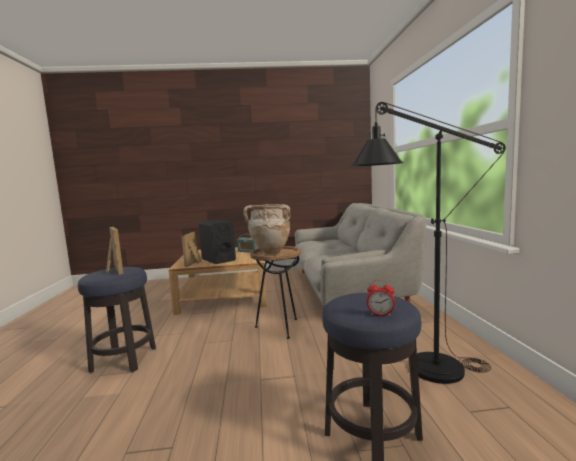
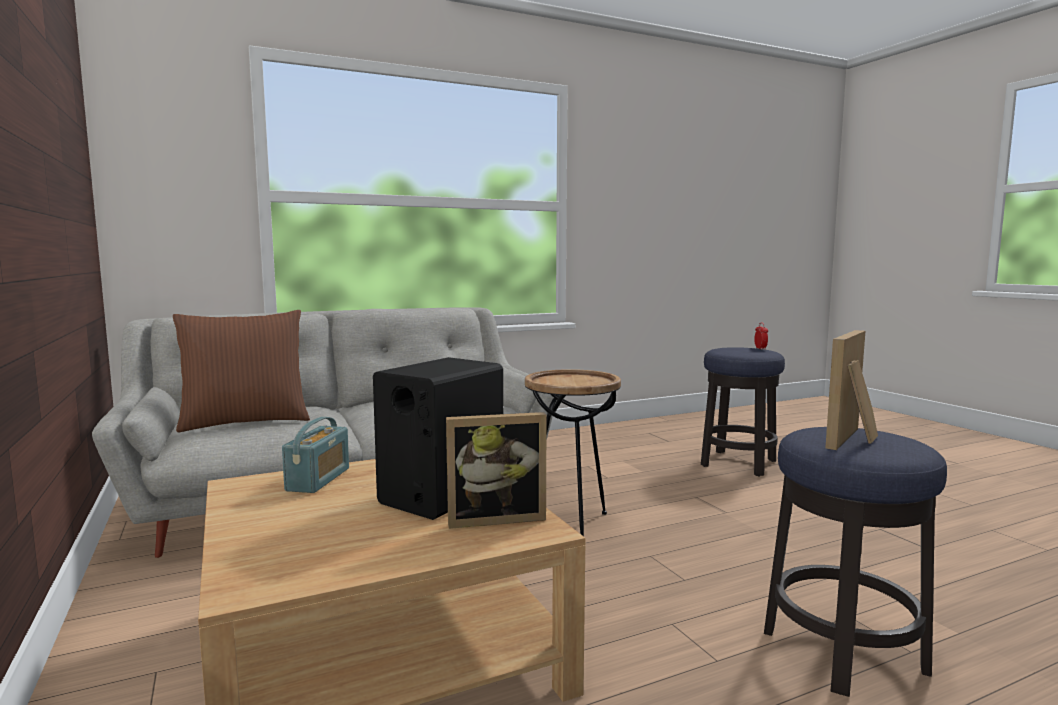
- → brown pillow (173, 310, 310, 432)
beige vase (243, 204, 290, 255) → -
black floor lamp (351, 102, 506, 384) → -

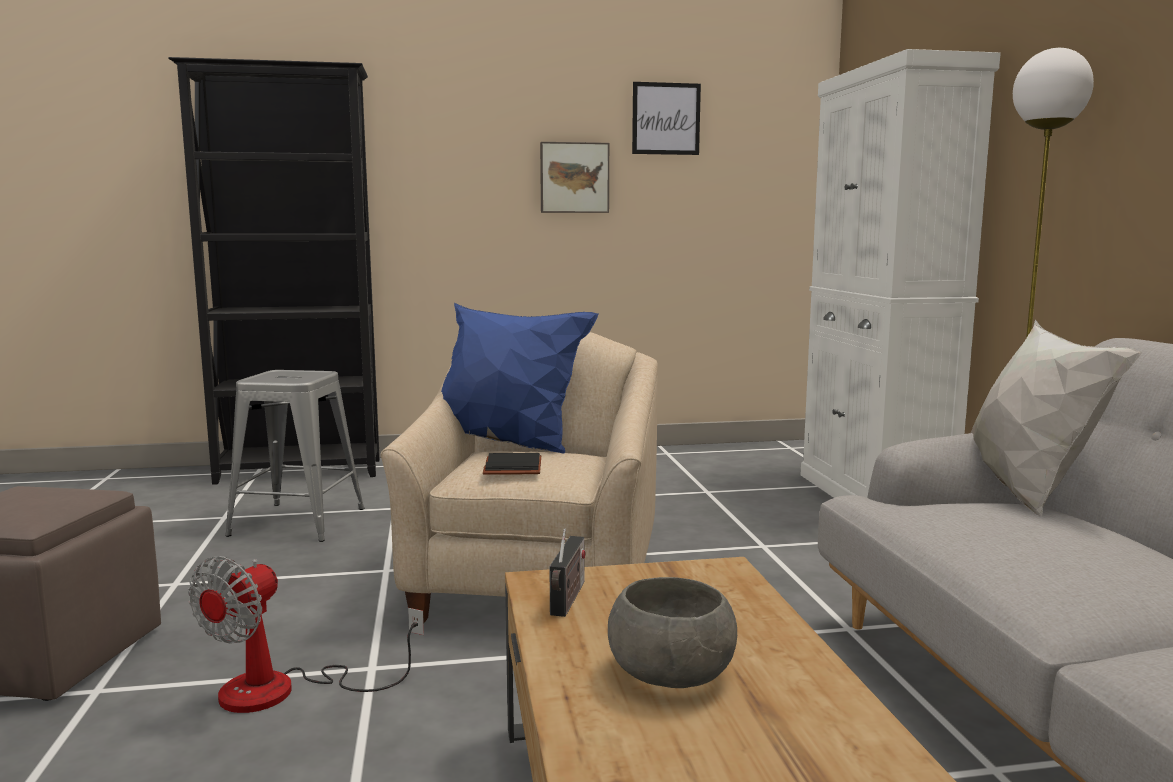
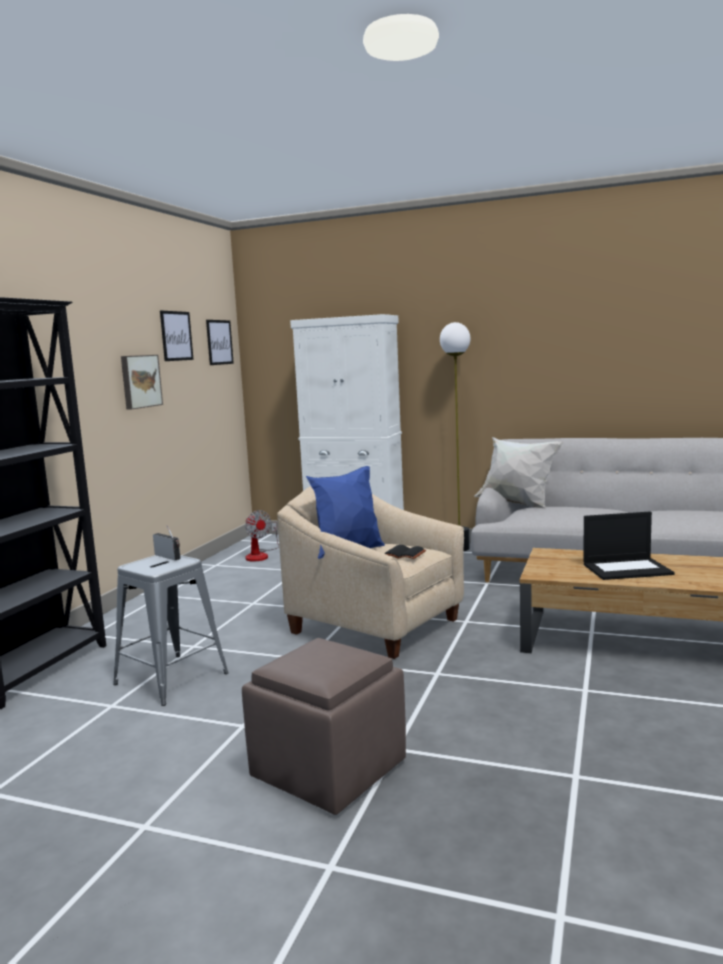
radio (549, 528, 585, 617) → radio (153, 525, 181, 560), shifted
- → picture (206, 320, 234, 365)
fan (188, 556, 424, 713) → fan (245, 510, 279, 562), shifted
grey bowl (608, 577, 737, 688) → laptop (583, 512, 674, 580)

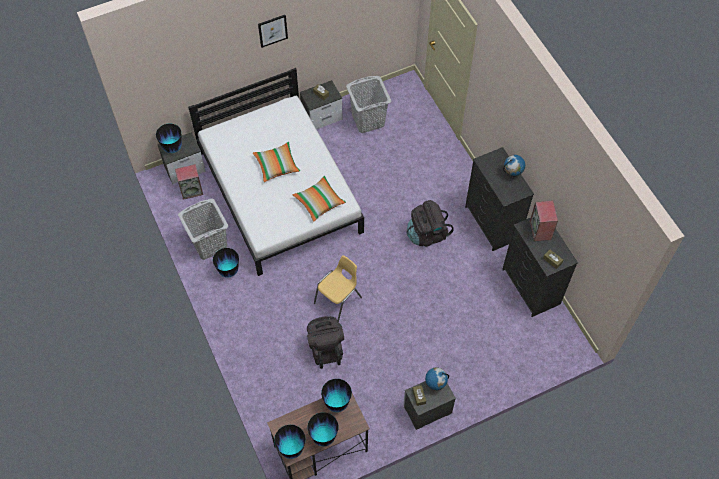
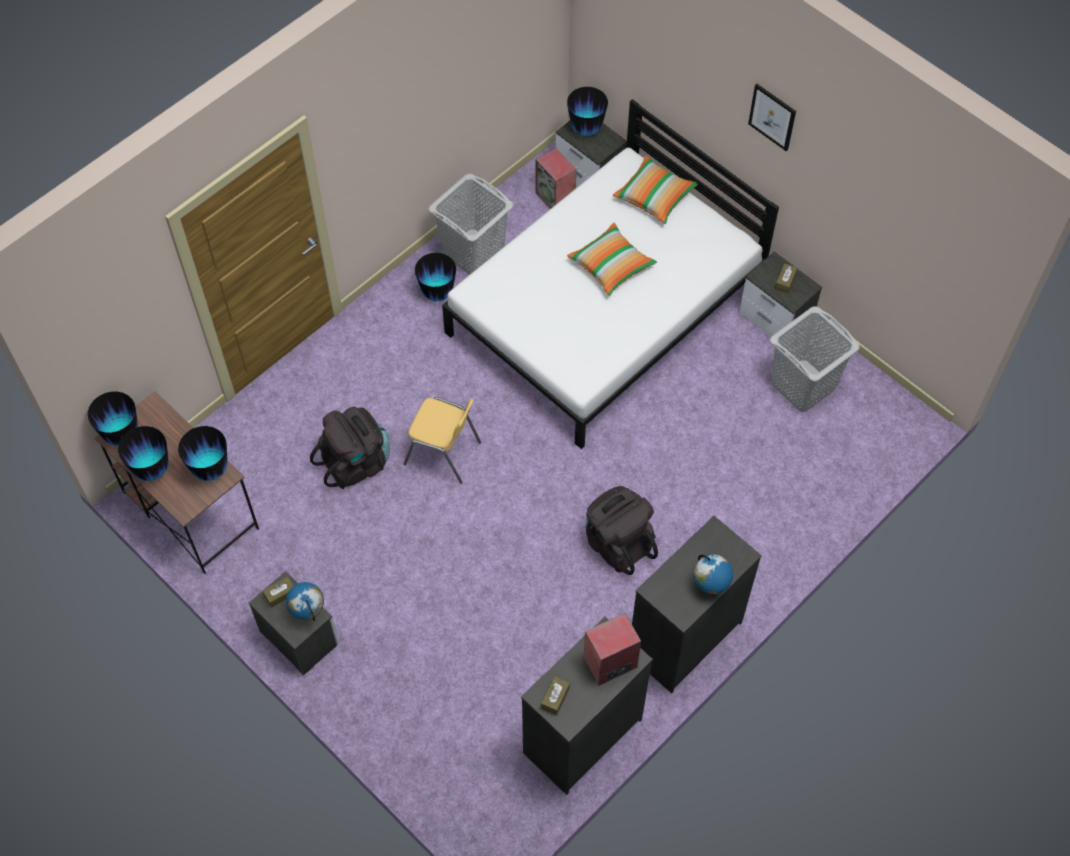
pillow (293, 176, 346, 221) → pillow (613, 156, 698, 224), shifted

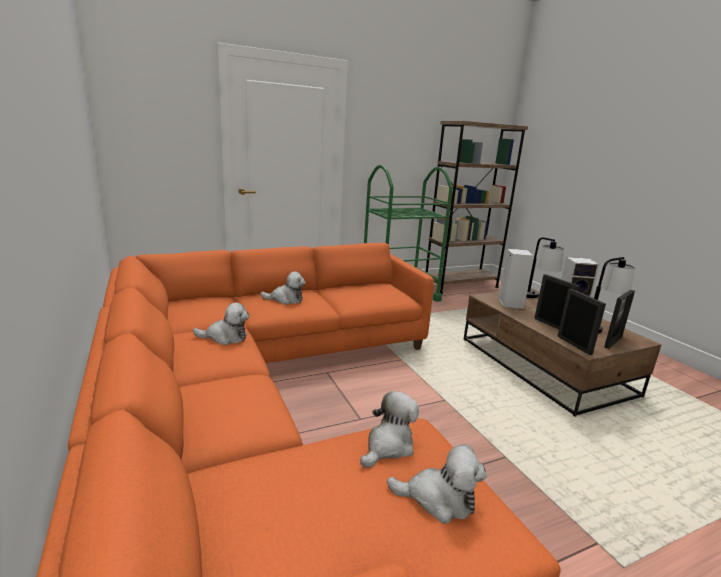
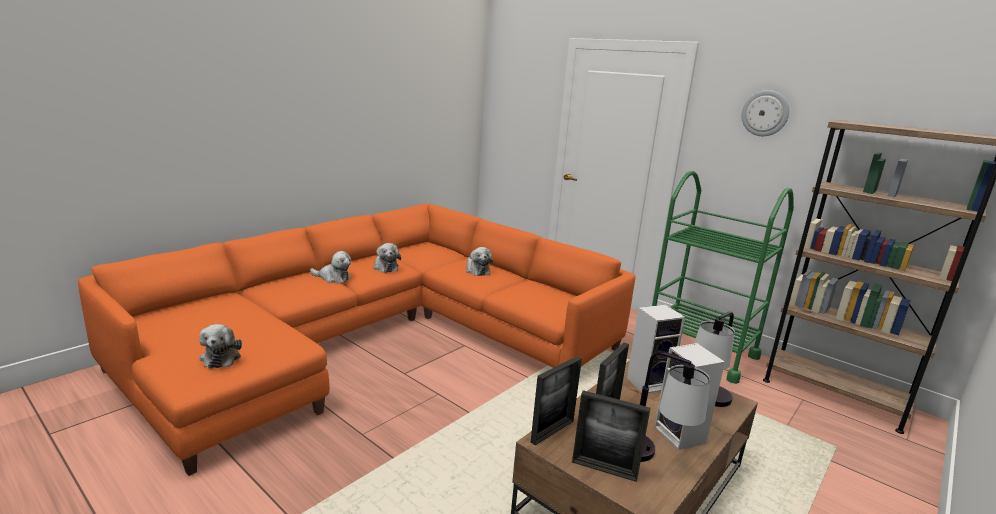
plush toy (360, 391, 419, 468) → plush toy (310, 251, 351, 283), shifted
- → wall clock (741, 90, 789, 136)

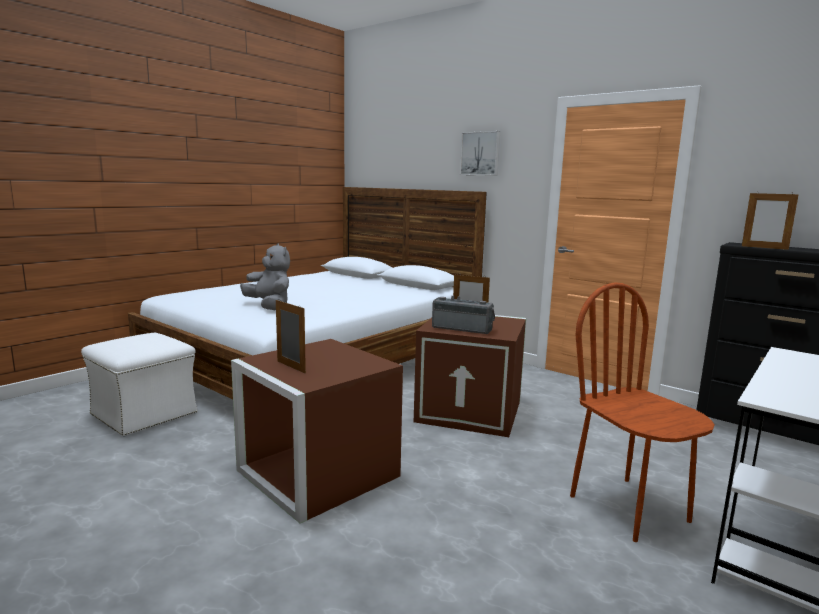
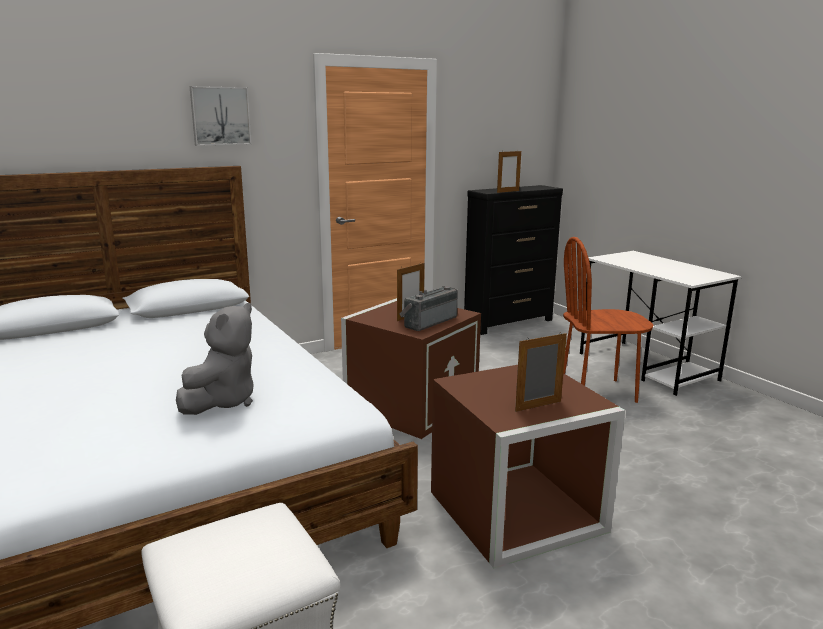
grey plush toy (240, 243, 290, 310) → grey plush toy (176, 303, 254, 415), 135 degrees clockwise

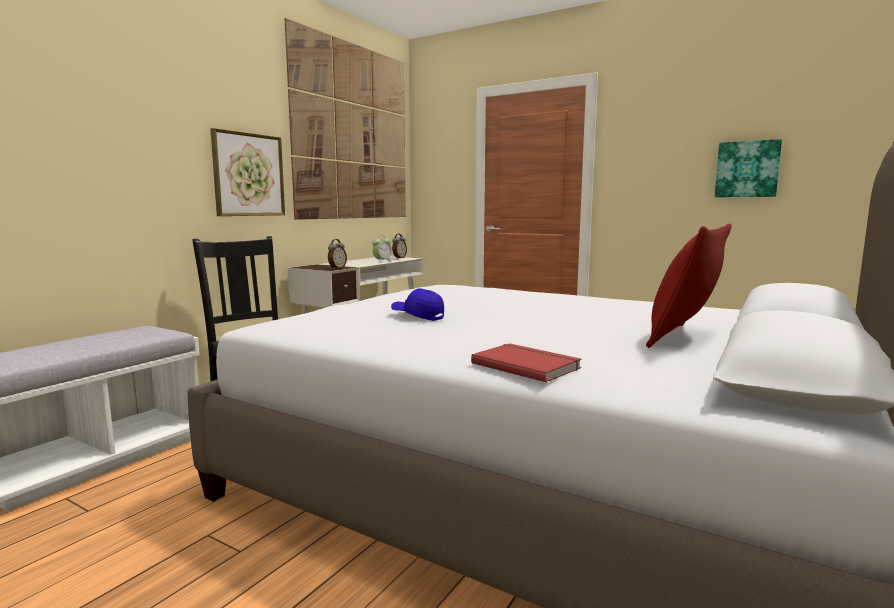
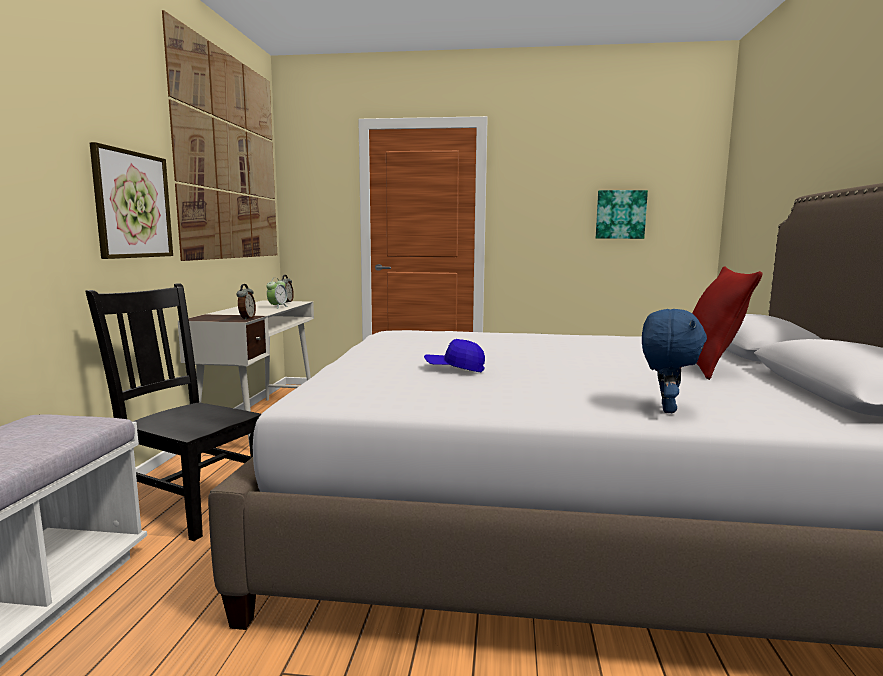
red book (471, 343, 582, 382) → blue plush toy (642, 309, 707, 413)

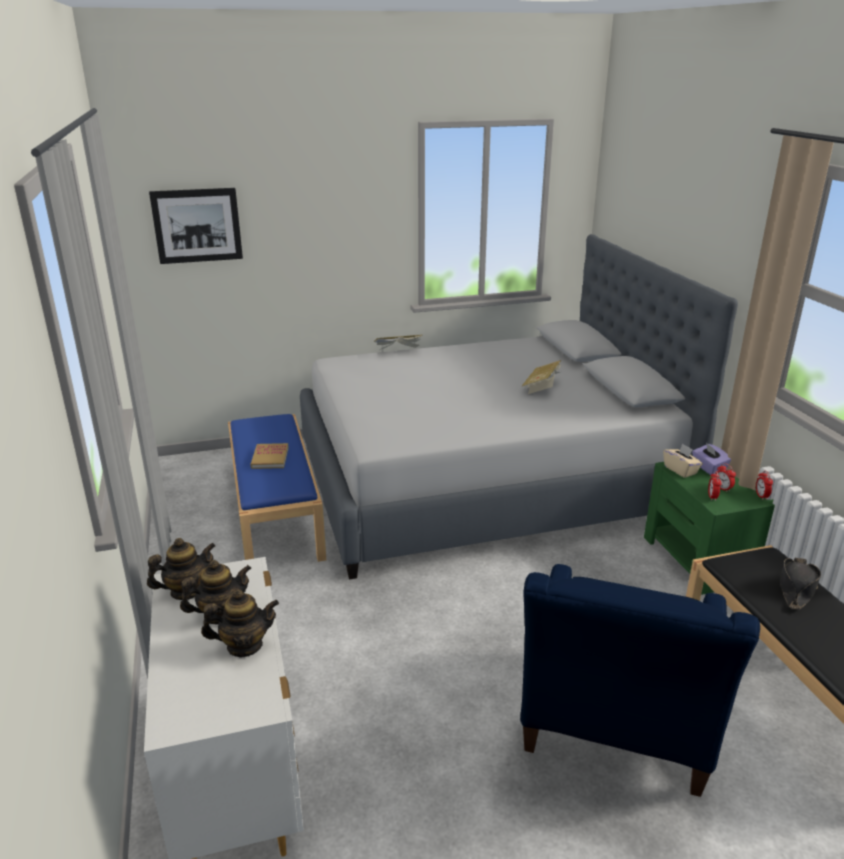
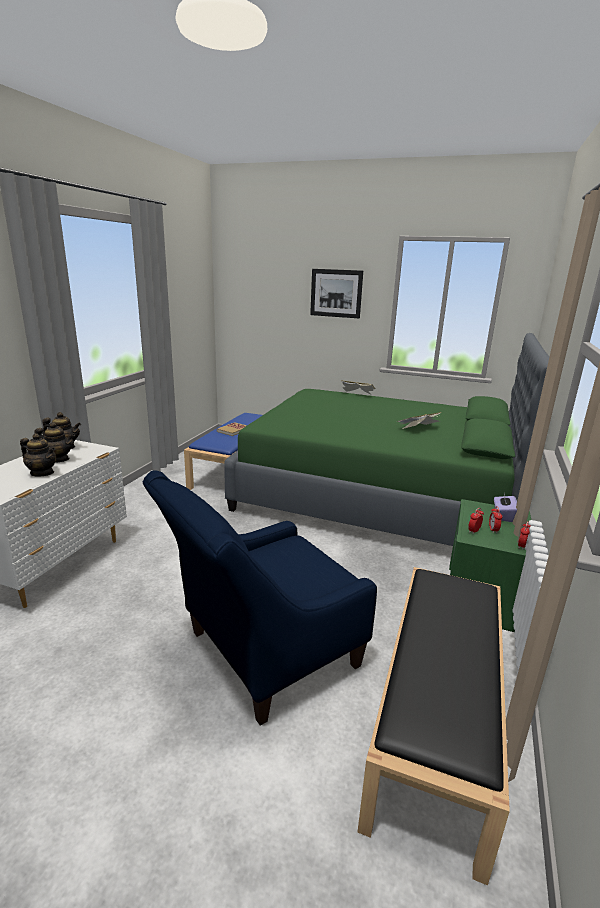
grey bed (300, 234, 738, 580) → green bed (224, 333, 549, 546)
picture (149, 188, 243, 264) → picture (310, 269, 363, 318), shifted
beige tissue box (663, 443, 703, 478) → -
black hat (780, 558, 821, 610) → -

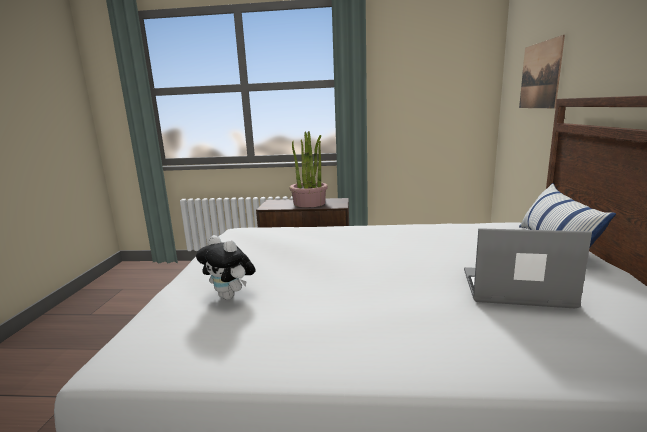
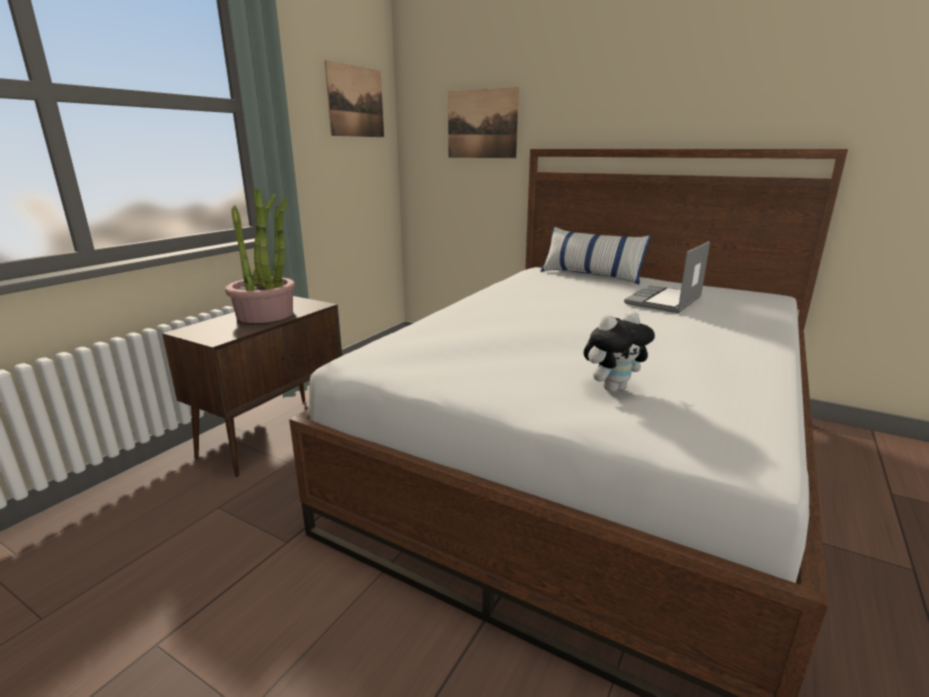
- → picture (325, 60, 384, 137)

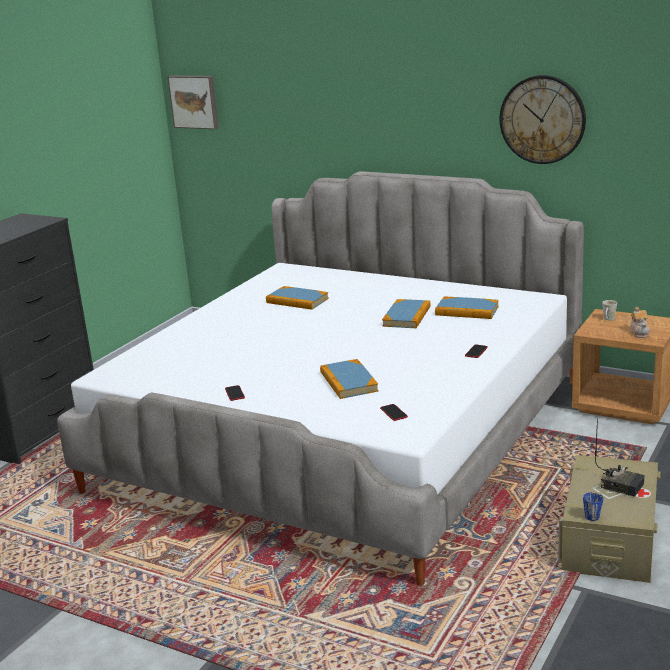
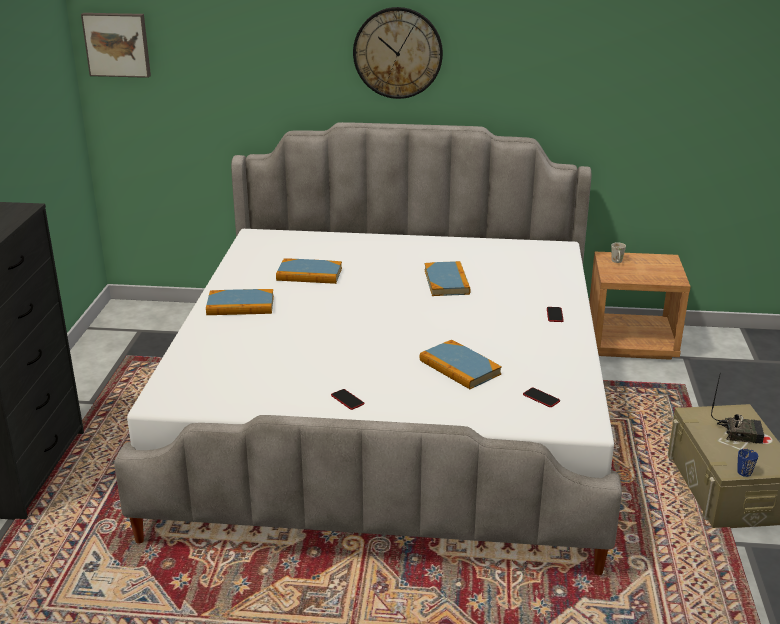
book (435, 296, 499, 319) → book (206, 289, 274, 315), shifted
wall clock (500, 75, 586, 164) → wall clock (353, 7, 443, 99), shifted
teapot (631, 307, 650, 338) → -

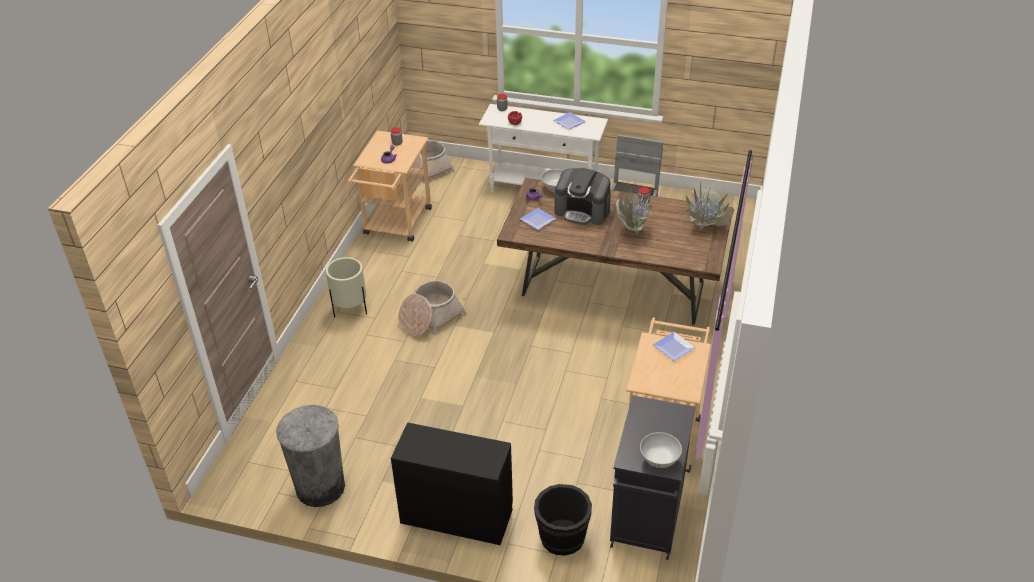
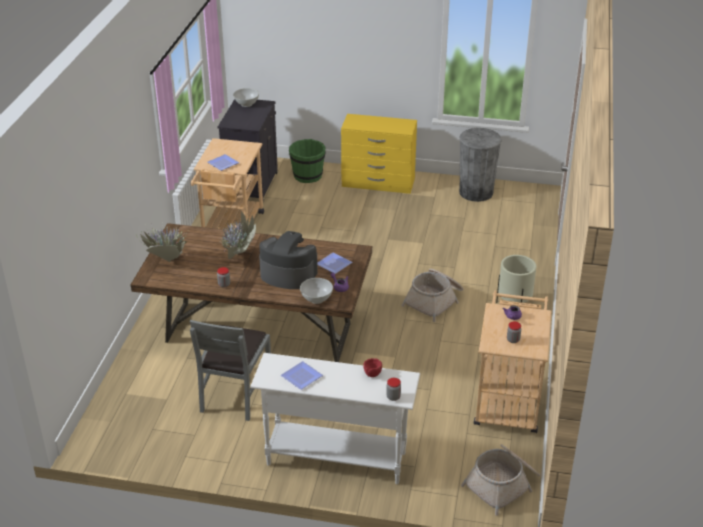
black bucket (534, 484, 592, 556) → green bucket (289, 139, 326, 183)
black dresser (391, 422, 513, 545) → yellow dresser (341, 114, 417, 194)

